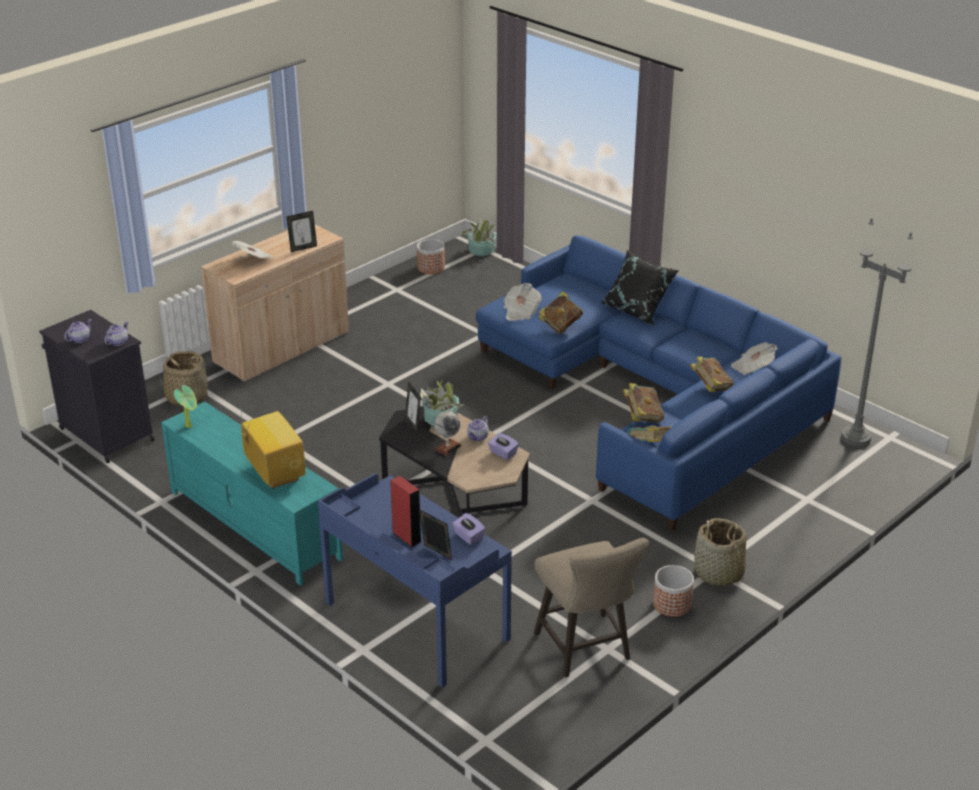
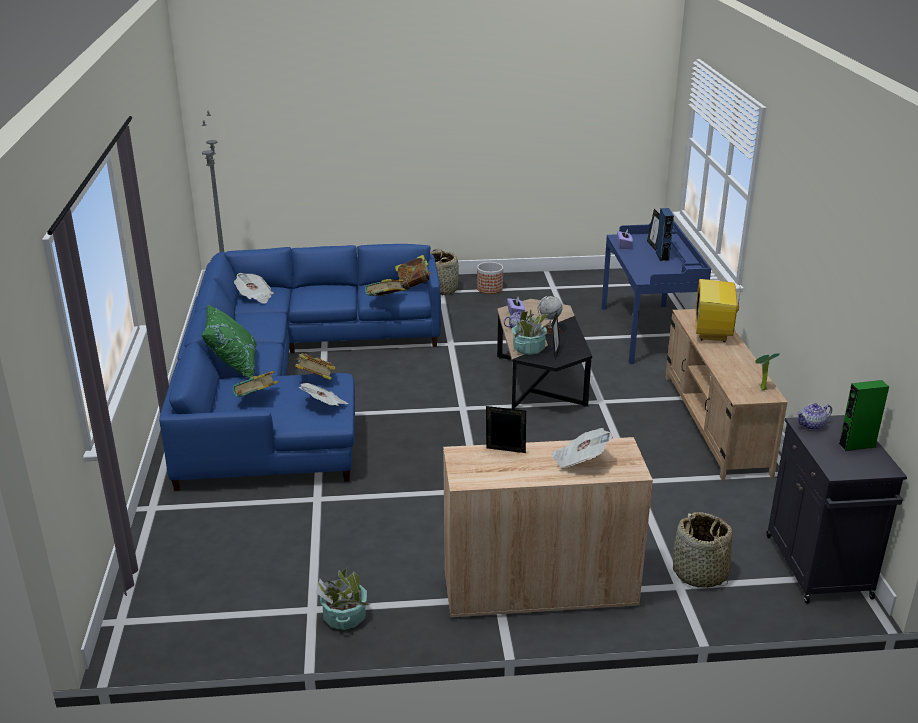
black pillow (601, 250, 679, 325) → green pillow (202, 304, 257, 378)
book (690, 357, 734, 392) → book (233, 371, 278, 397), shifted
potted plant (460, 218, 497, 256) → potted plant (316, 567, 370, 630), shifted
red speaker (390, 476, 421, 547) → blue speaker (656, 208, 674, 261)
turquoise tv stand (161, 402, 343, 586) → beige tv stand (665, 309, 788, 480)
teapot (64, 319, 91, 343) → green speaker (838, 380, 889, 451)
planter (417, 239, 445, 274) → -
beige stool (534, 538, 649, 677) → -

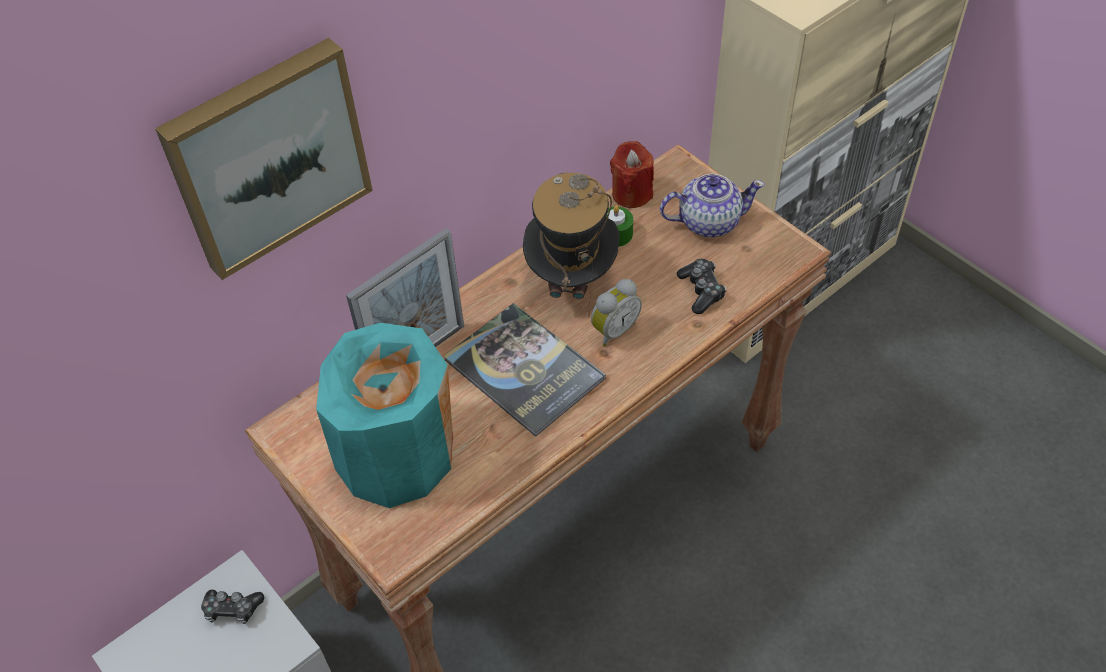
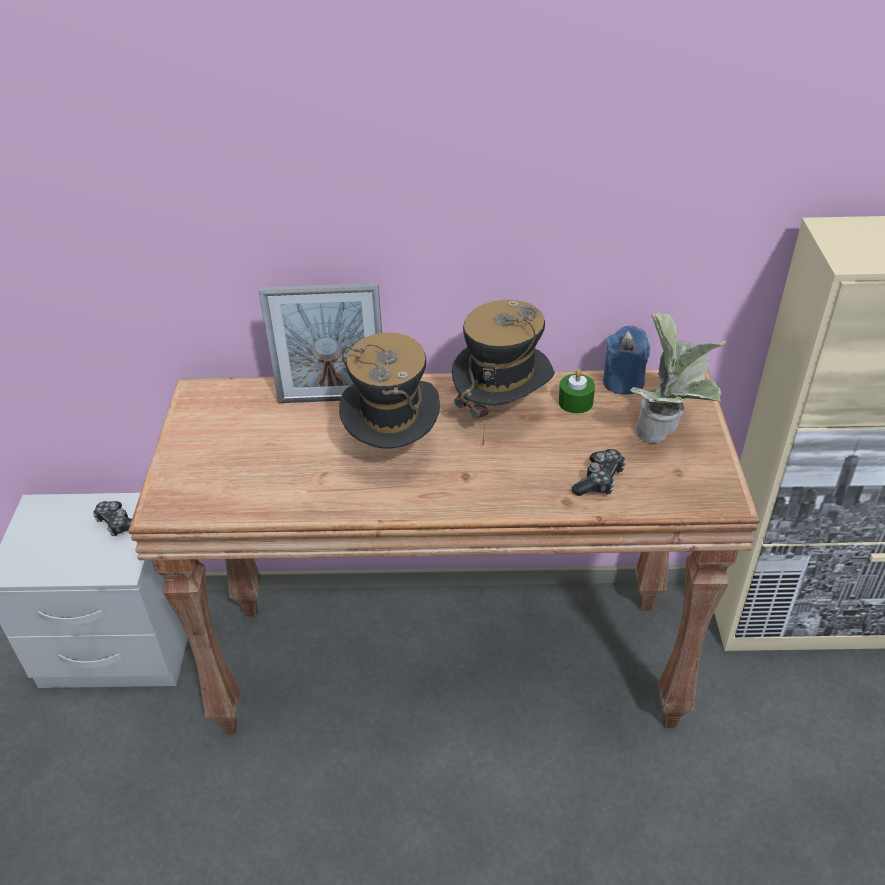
book (444, 303, 606, 437) → hat (339, 332, 440, 449)
red candle (610, 141, 654, 208) → blue candle (603, 326, 650, 395)
teapot (660, 174, 765, 237) → potted plant (630, 312, 726, 443)
picture (155, 38, 373, 280) → -
turquoise vase (316, 323, 453, 508) → -
alarm clock (591, 279, 642, 347) → -

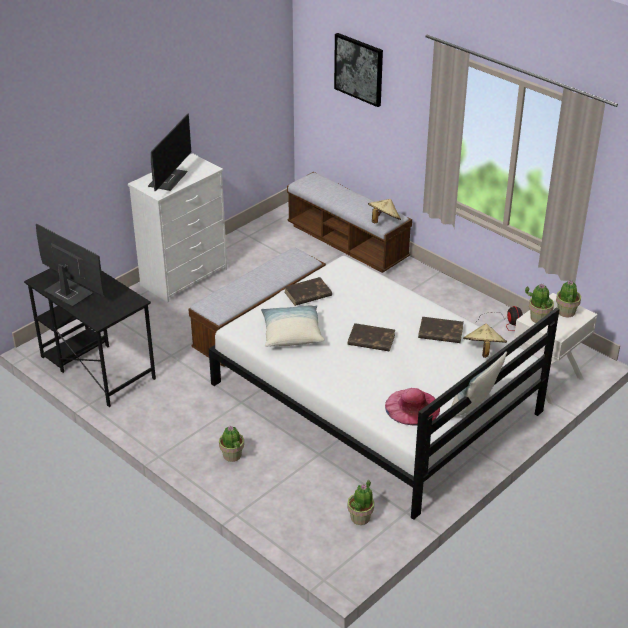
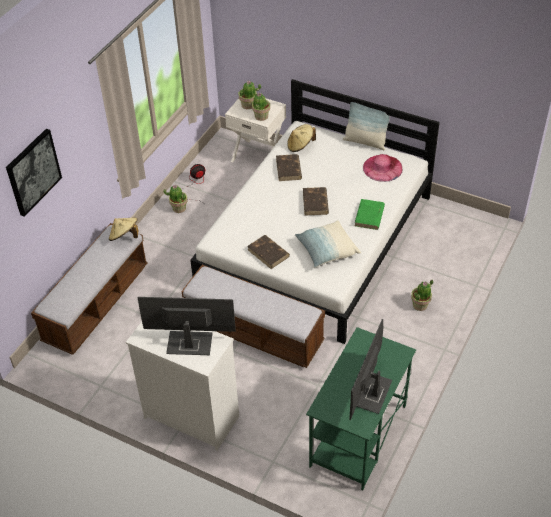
potted plant (347, 480, 374, 525) → potted plant (163, 185, 187, 213), shifted
black desk (24, 268, 156, 407) → green desk (306, 327, 416, 490)
- → green book (355, 199, 385, 230)

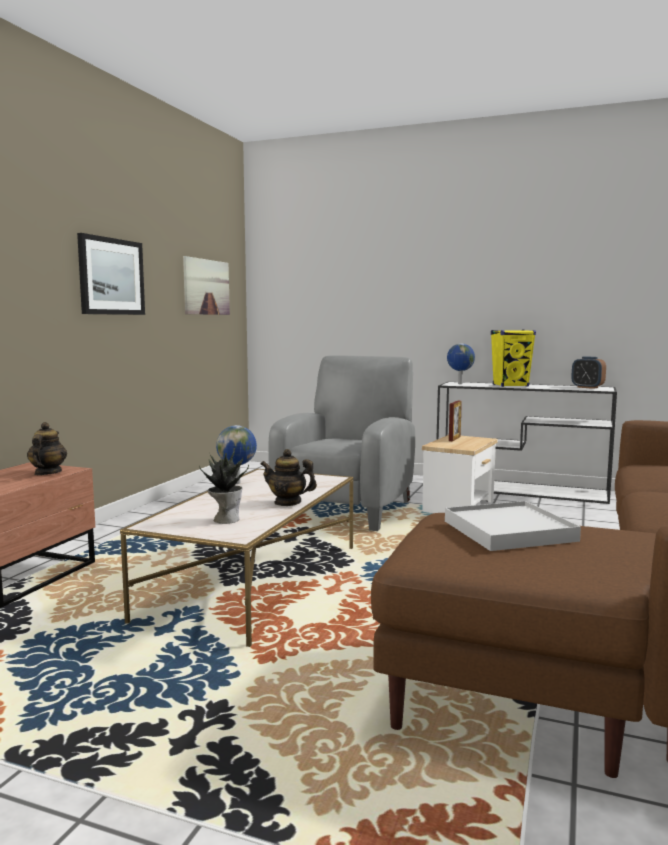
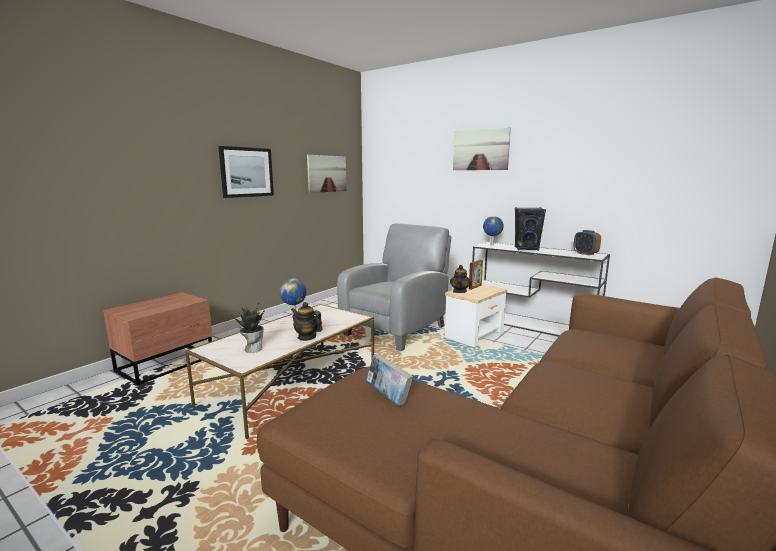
white tray (445, 501, 581, 551) → book (366, 354, 413, 406)
teapot (27, 422, 67, 475) → teapot (450, 265, 471, 293), shifted
- → picture (453, 128, 511, 170)
yellow speaker (491, 330, 536, 387) → black speaker (515, 207, 546, 251)

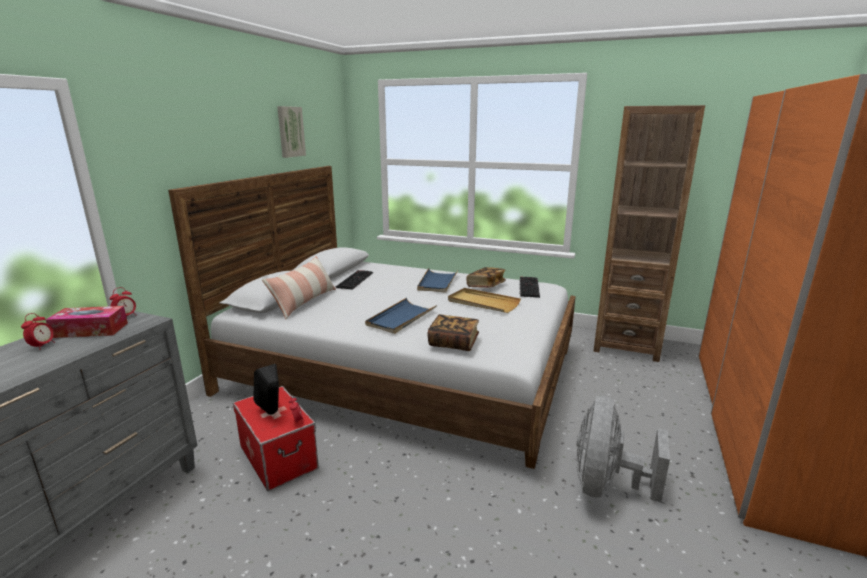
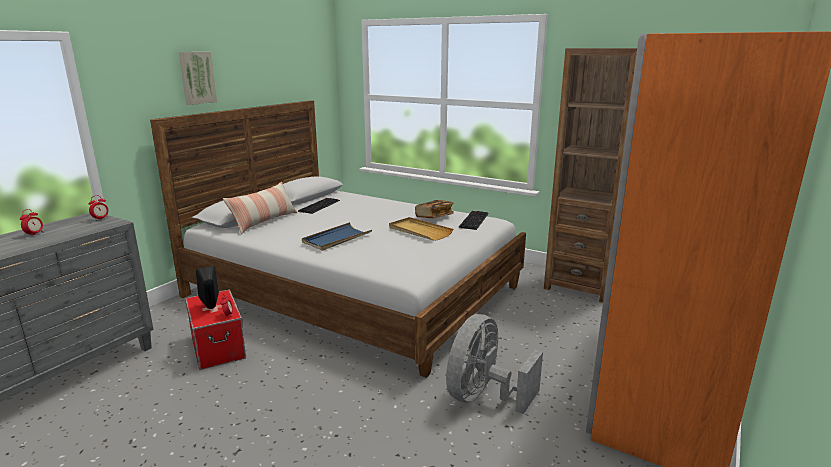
picture (277, 106, 306, 158) → picture (179, 52, 217, 105), shifted
tissue box (46, 306, 128, 338) → -
blue tray (417, 268, 458, 293) → -
book (427, 314, 479, 351) → -

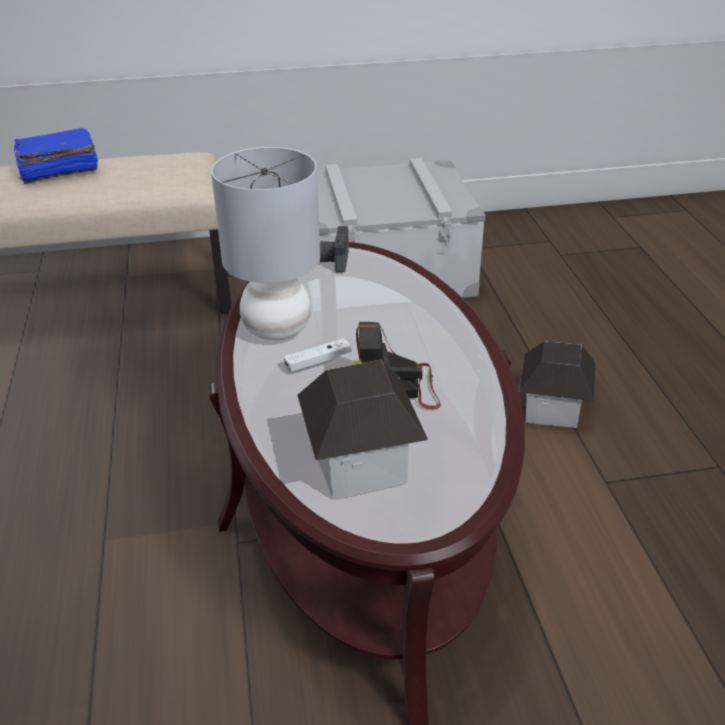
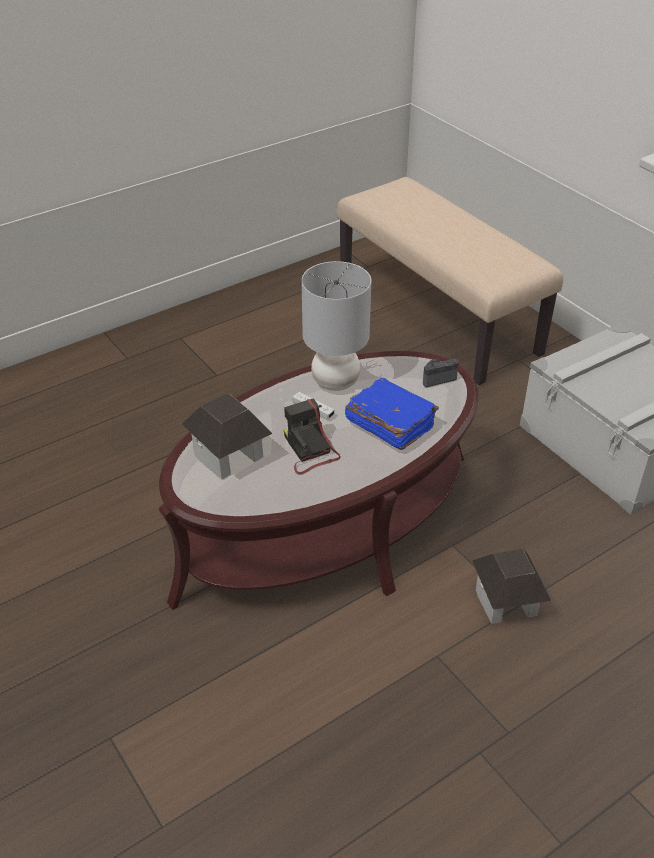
blue book (14, 128, 98, 184) → blue book (345, 378, 438, 450), shifted

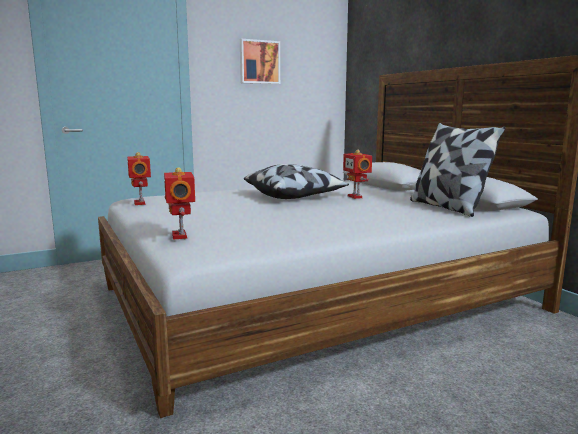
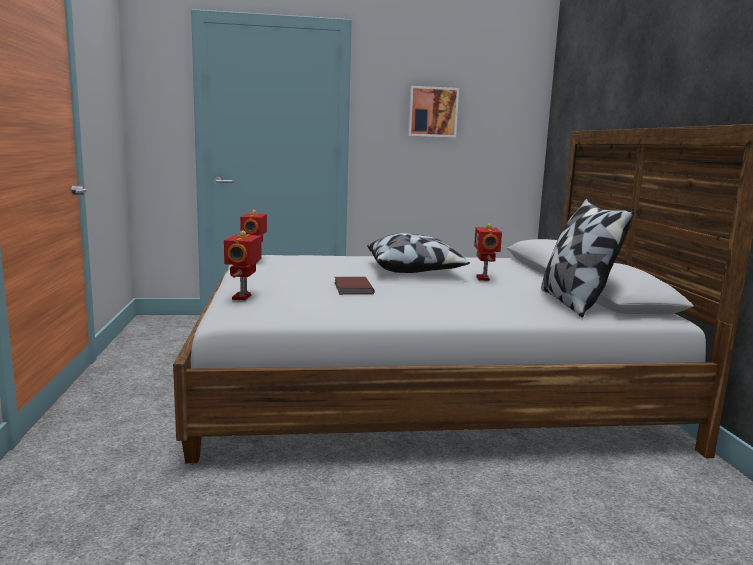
- → brown book (334, 277, 375, 295)

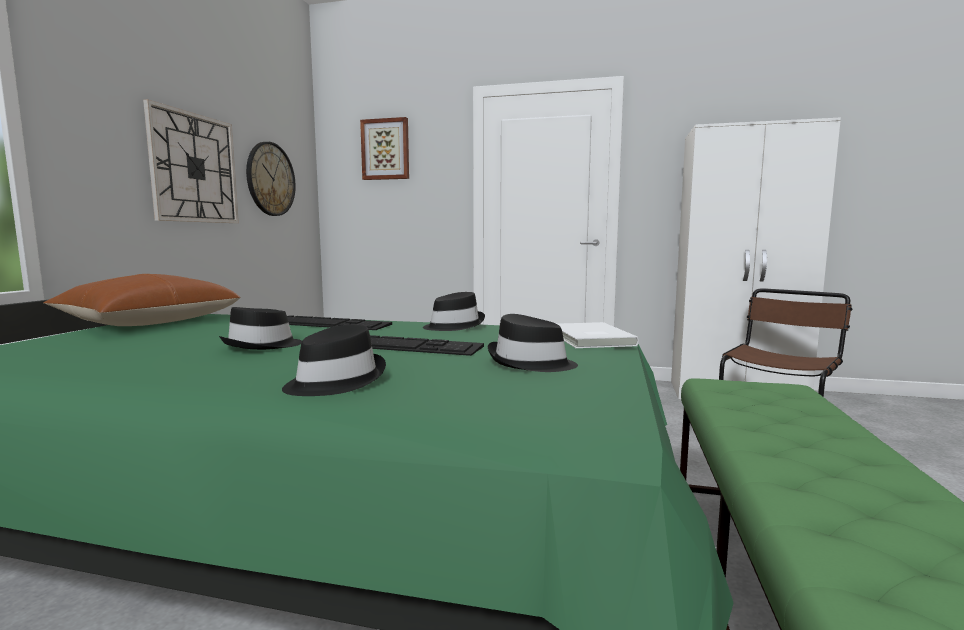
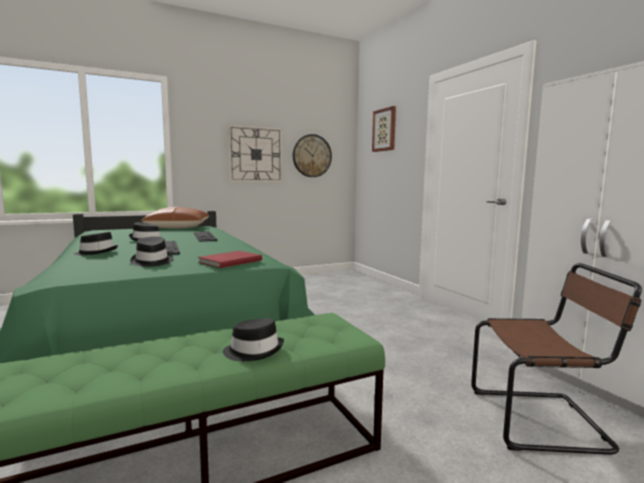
white book (558, 322, 639, 348) → red book (198, 251, 262, 268)
black hat (423, 292, 485, 331) → black hat (223, 318, 284, 361), shifted

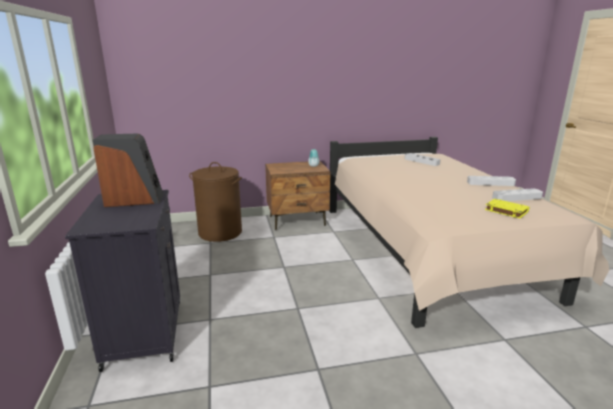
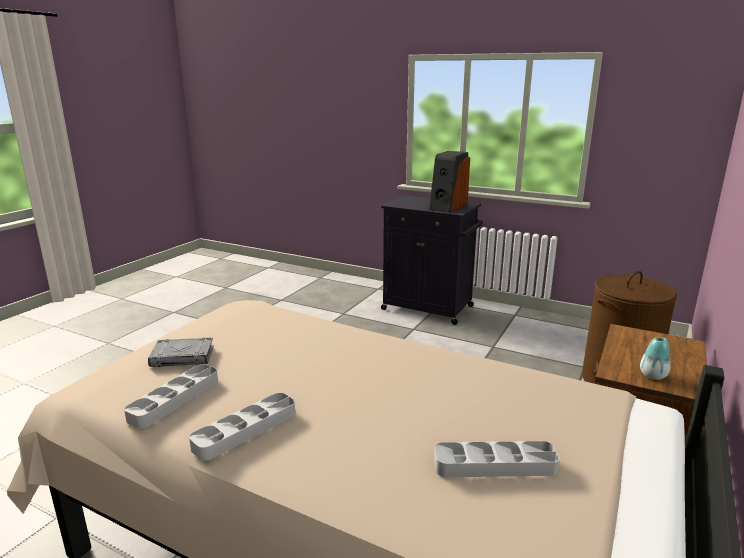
yellow book (485, 199, 529, 219) → grey book (148, 337, 214, 367)

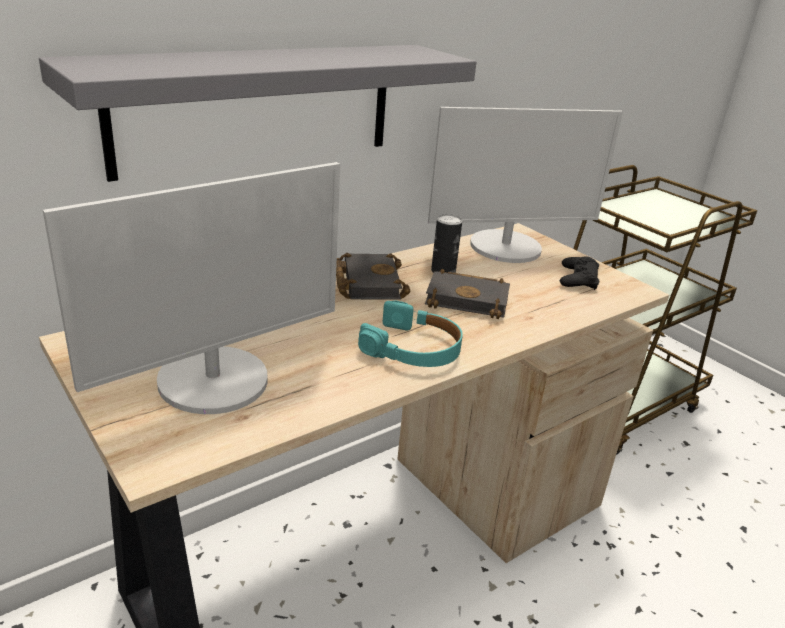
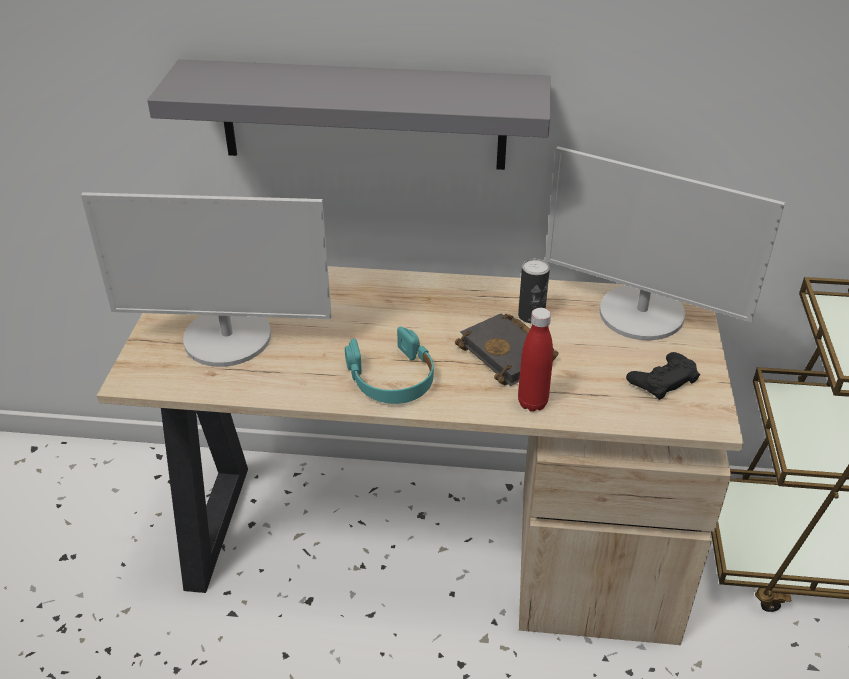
- → red bottle (518, 308, 553, 412)
black book (336, 253, 411, 299) → -

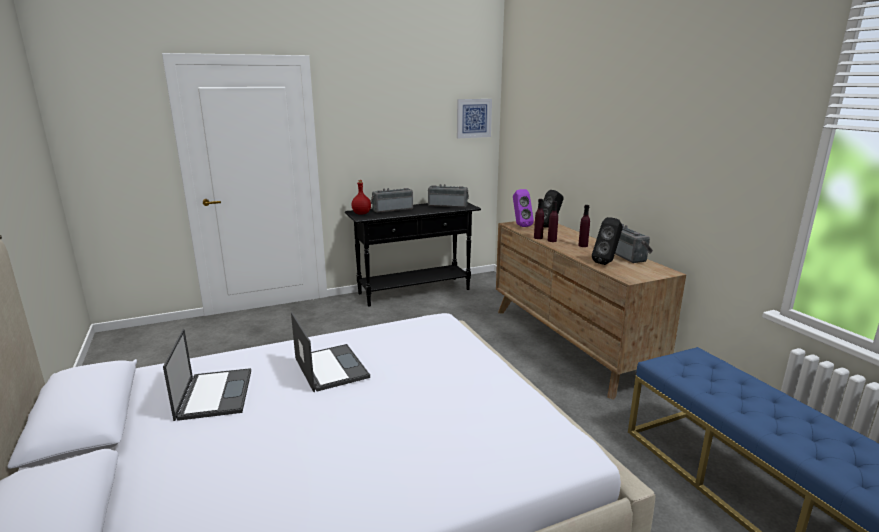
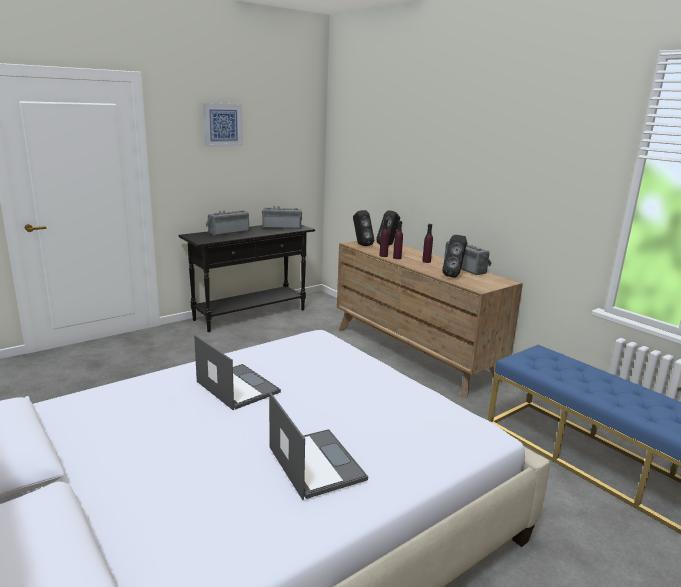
picture (457, 99, 492, 138) → picture (203, 103, 243, 147), shifted
laptop (163, 329, 251, 421) → laptop (269, 392, 368, 500), shifted
purple speaker (513, 189, 534, 227) → black speaker (353, 210, 374, 246)
red bottle (352, 180, 371, 215) → -

